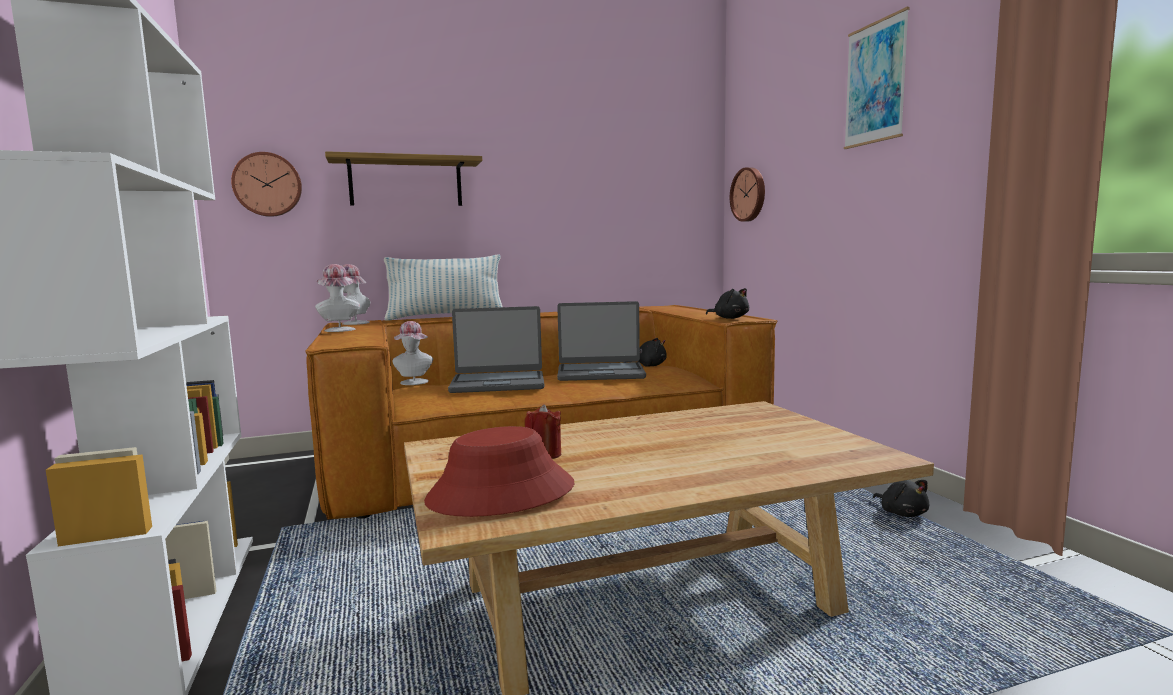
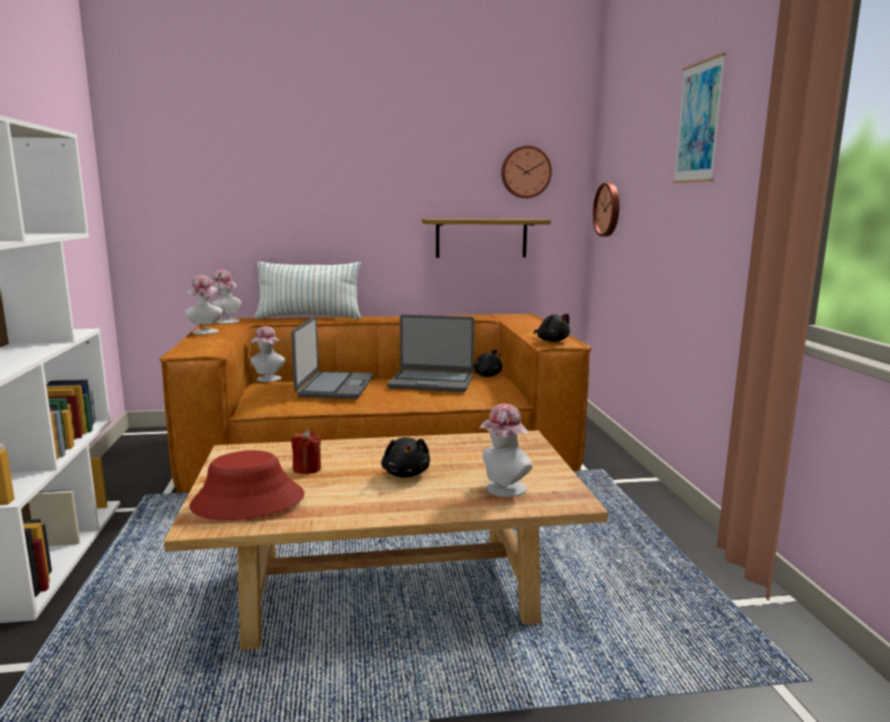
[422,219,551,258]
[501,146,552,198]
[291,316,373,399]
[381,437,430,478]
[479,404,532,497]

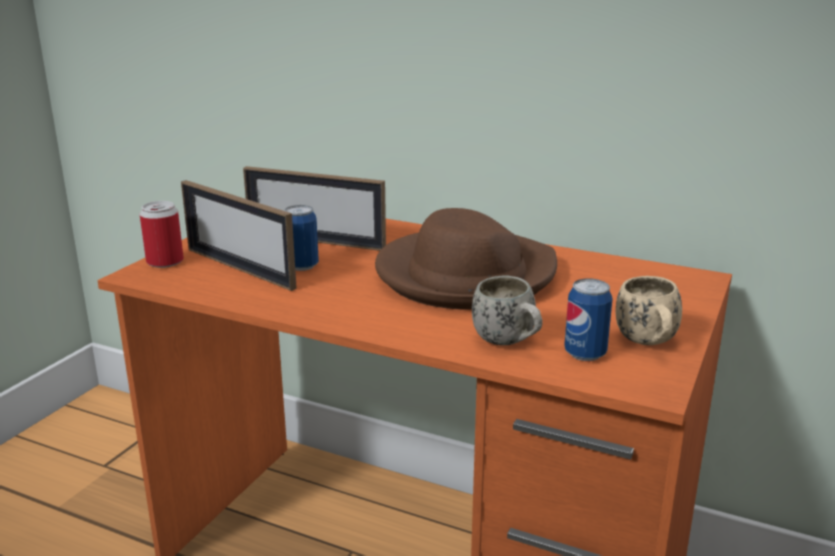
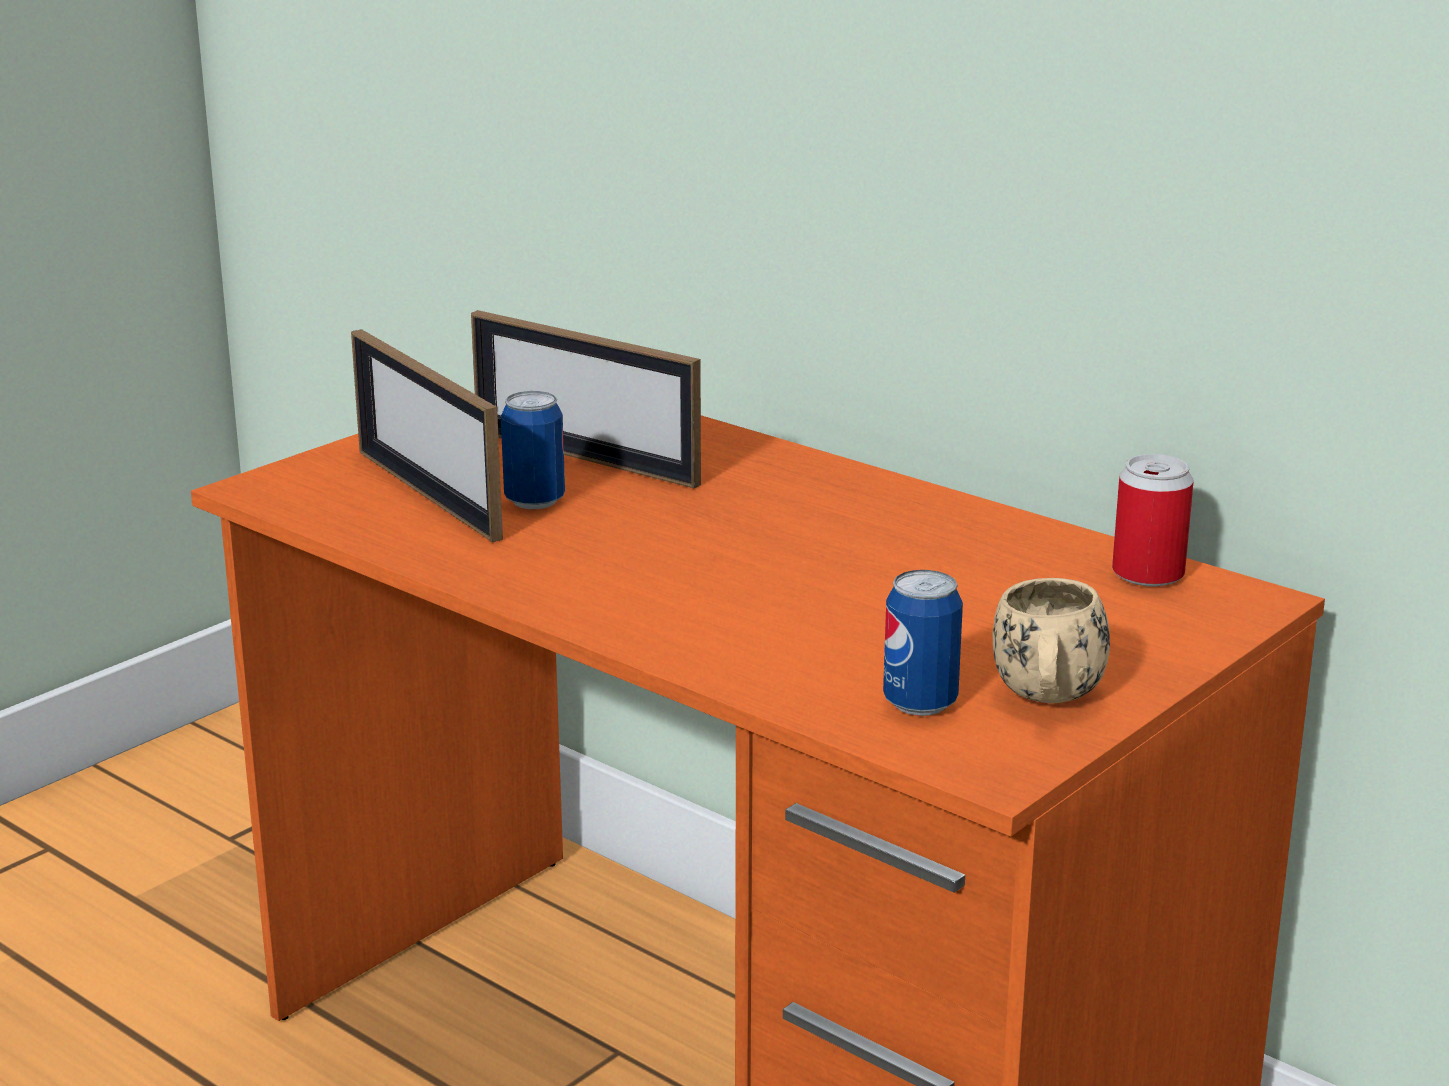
[1112,454,1194,586]
[375,208,557,310] (first image)
[472,276,543,345] (first image)

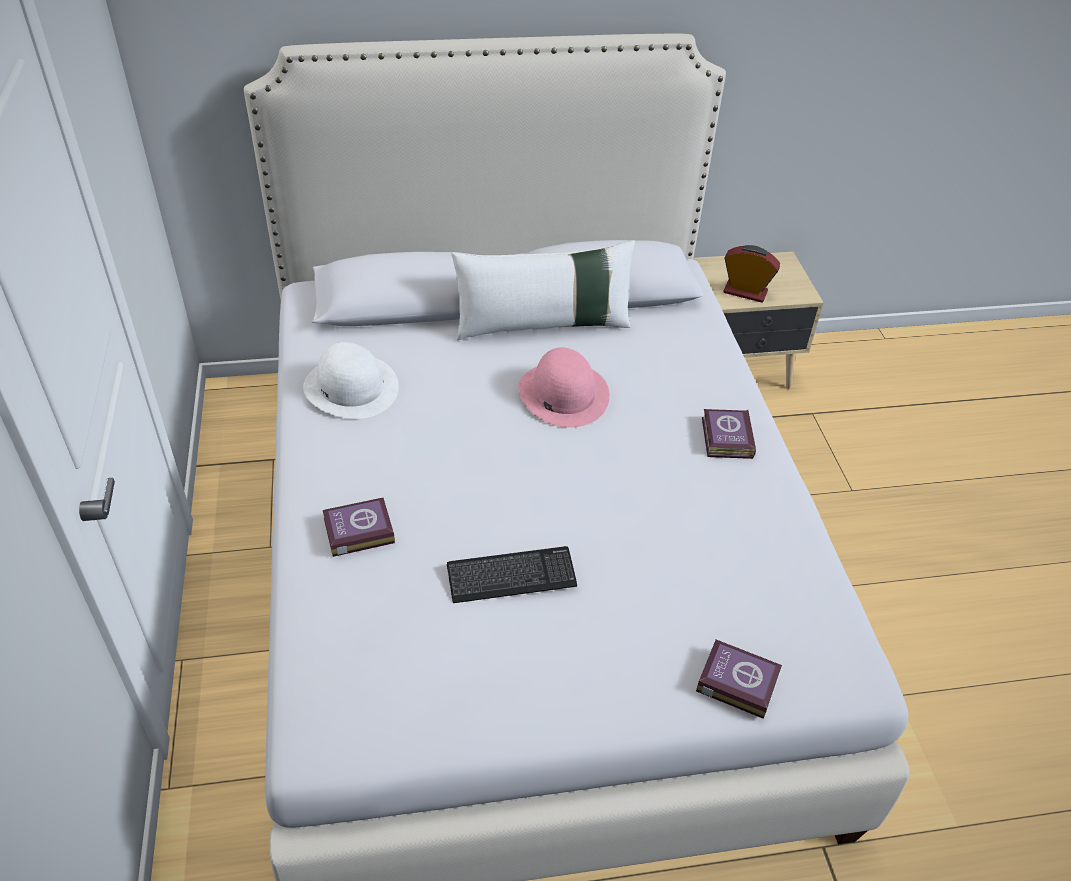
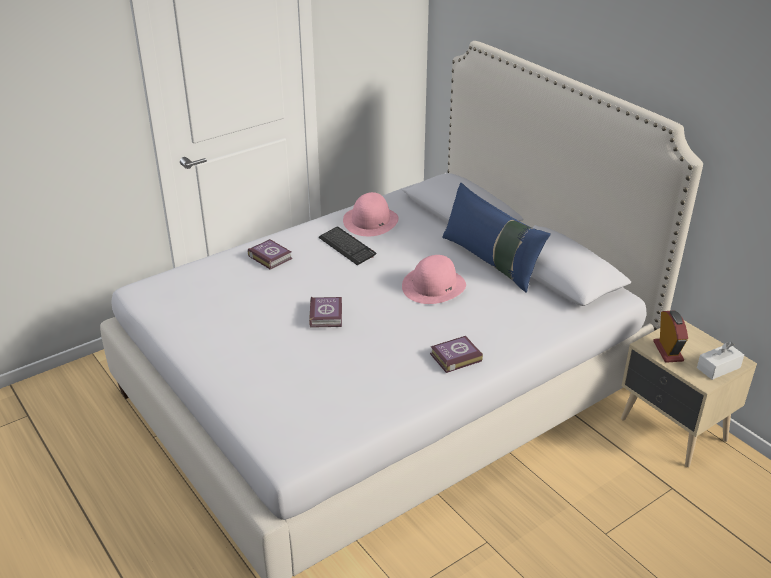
[442,183,551,293]
[343,192,399,236]
[319,226,376,265]
[309,297,342,328]
[697,342,744,380]

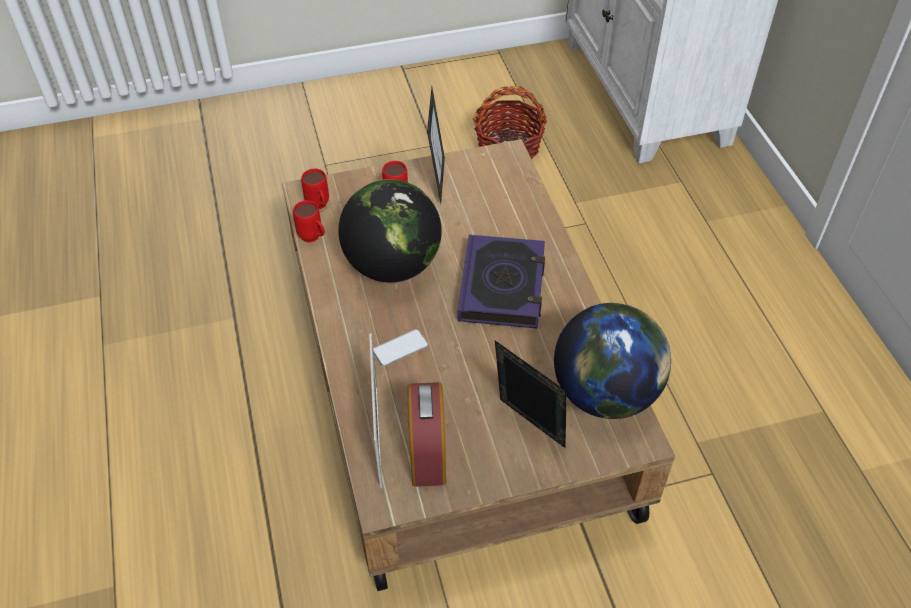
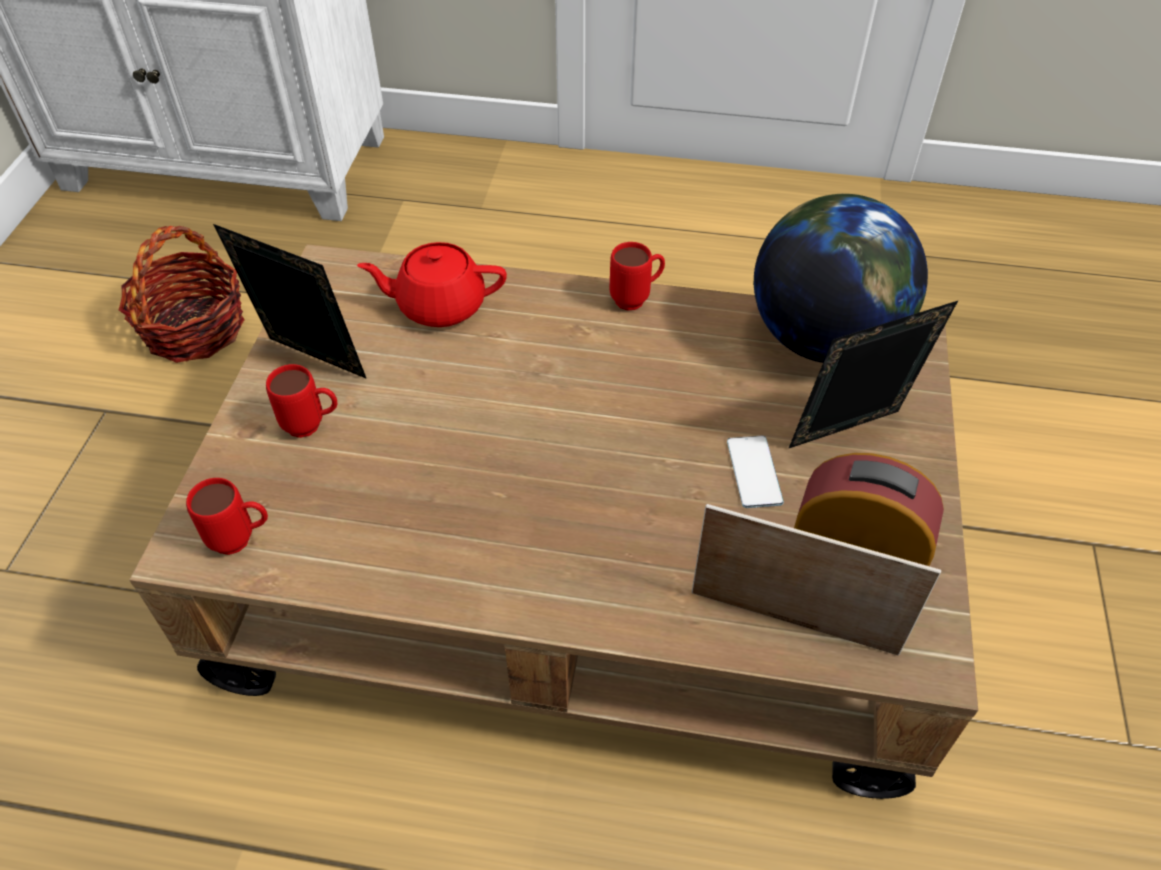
[339,179,442,282] (first image)
[610,242,665,310]
[458,235,545,329] (first image)
[727,436,784,508]
[357,242,507,327]

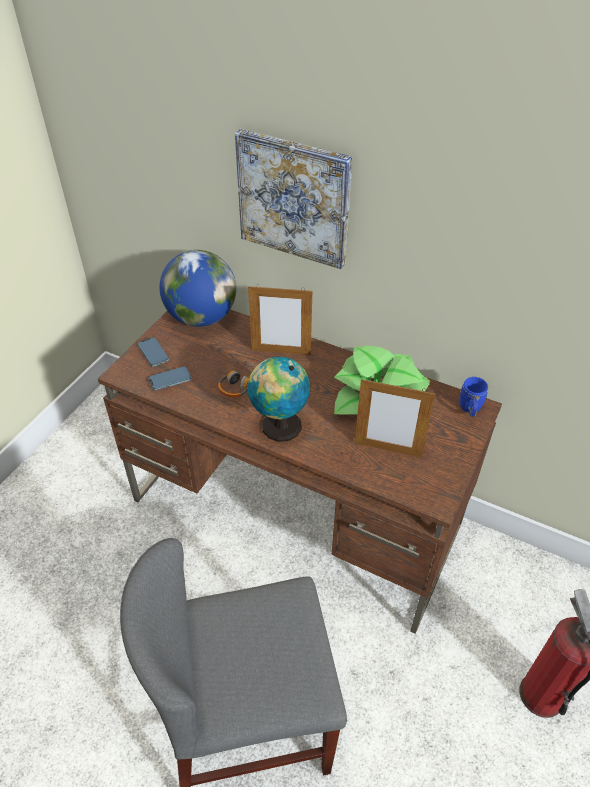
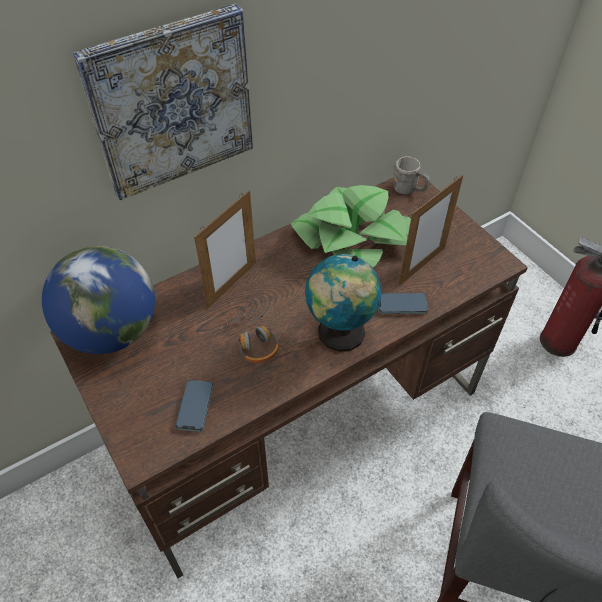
[378,293,428,314]
[393,156,430,194]

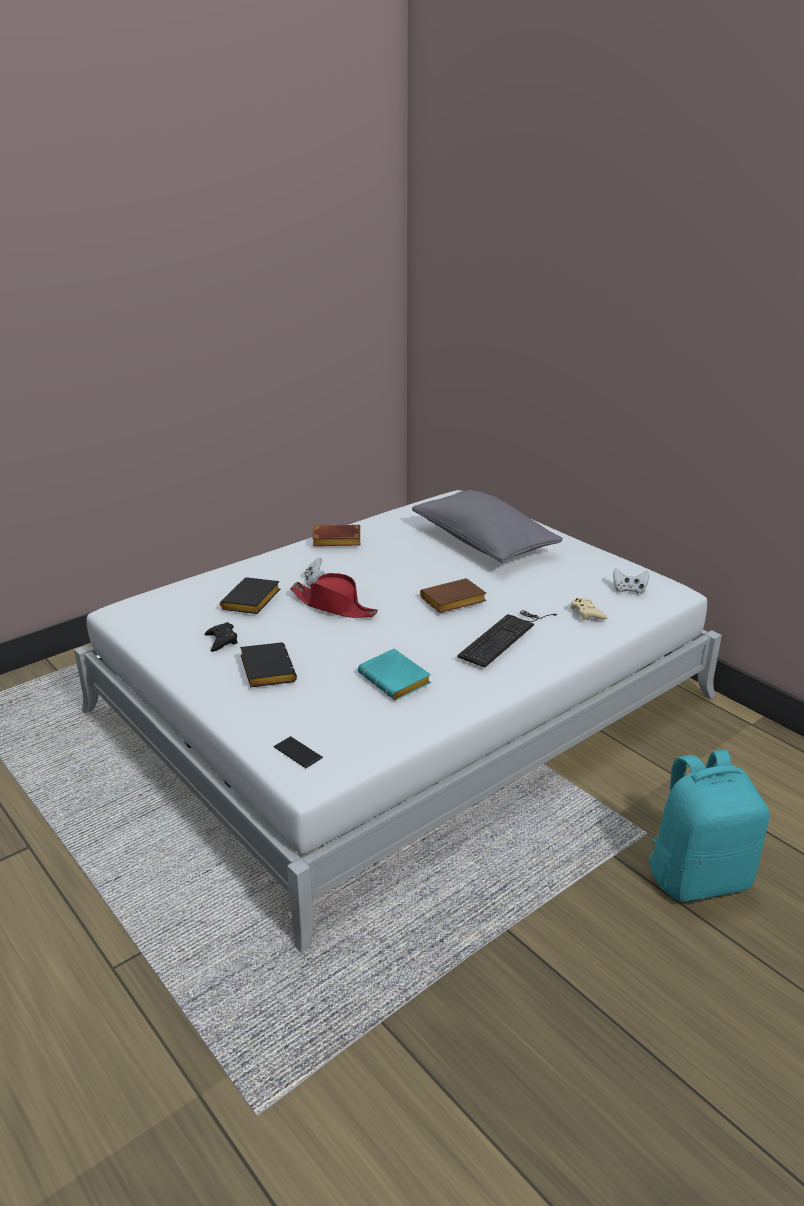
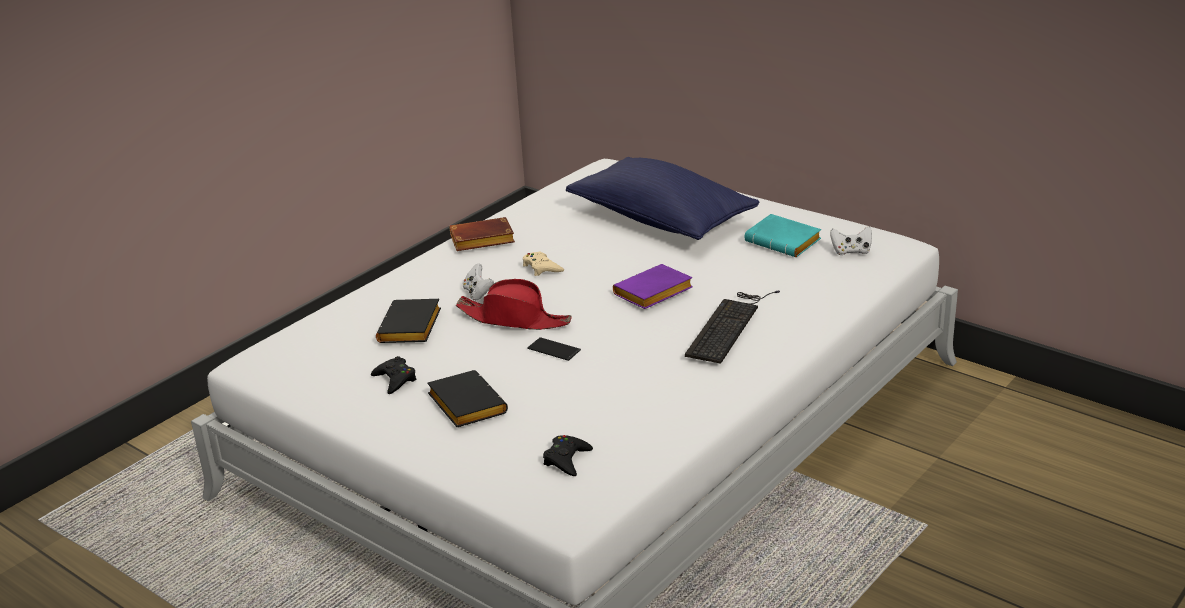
[566,157,760,240]
[613,264,693,309]
[523,252,564,276]
[744,214,821,257]
[527,337,581,361]
[649,750,770,902] (first image)
[543,435,593,476]

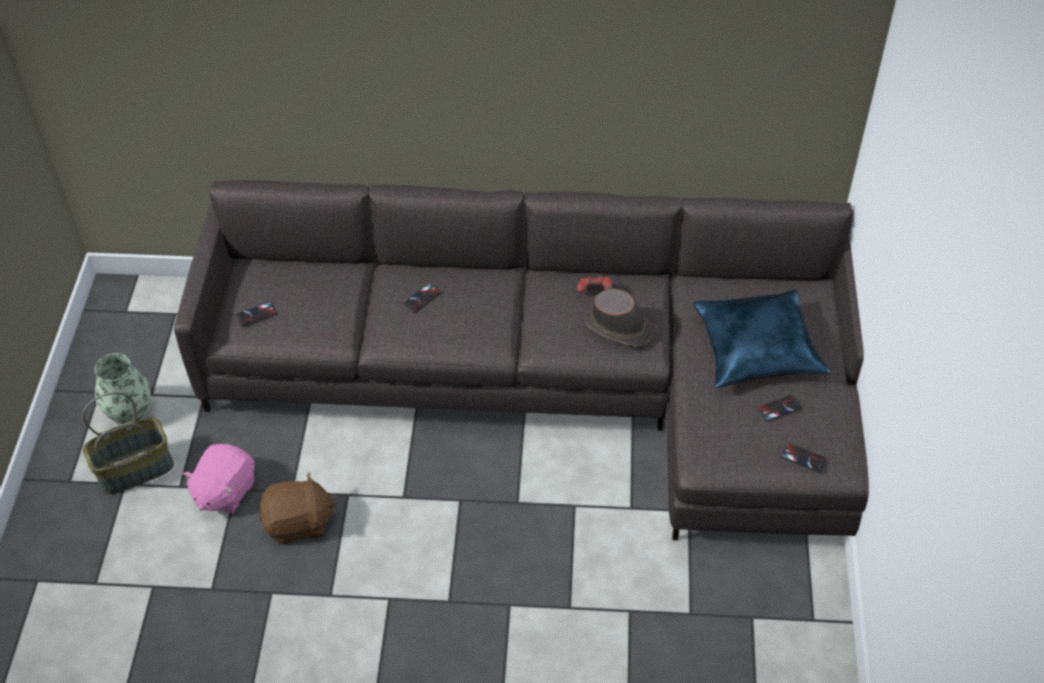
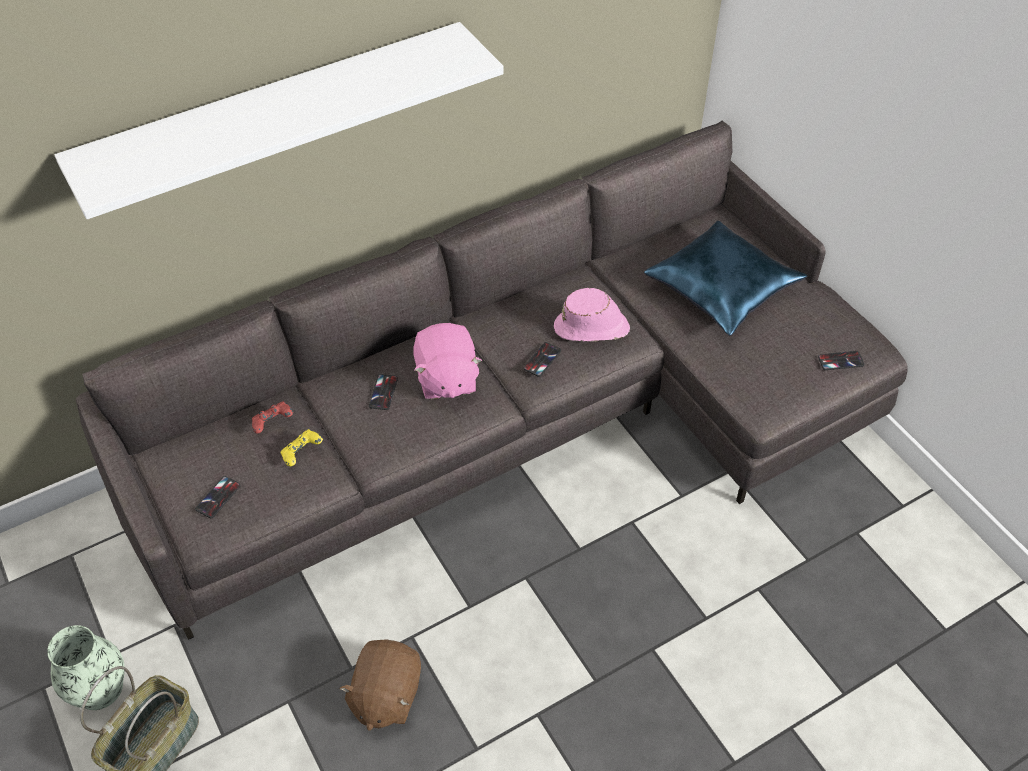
[252,401,293,434]
[554,288,630,342]
[523,342,561,377]
[413,323,482,399]
[340,639,421,731]
[54,22,504,219]
[281,429,323,467]

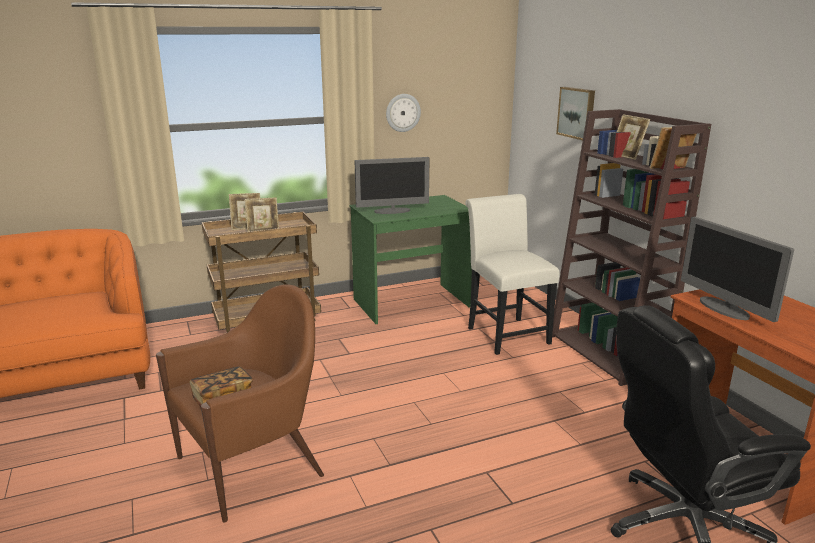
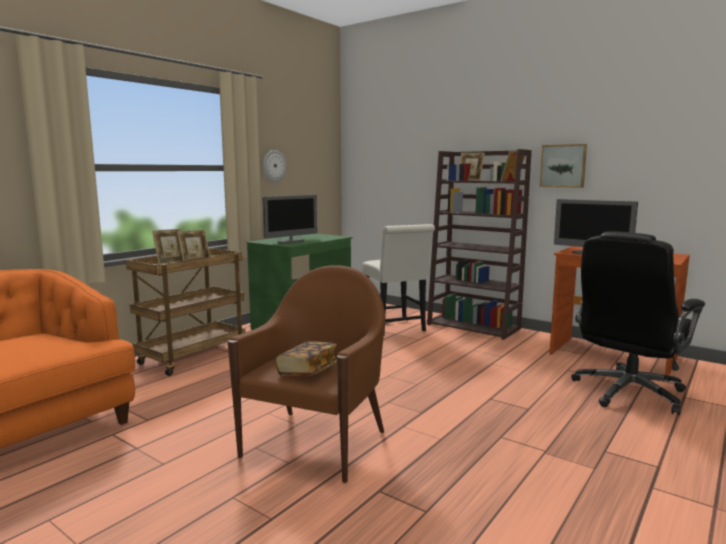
[540,144,587,188]
[362,224,435,336]

